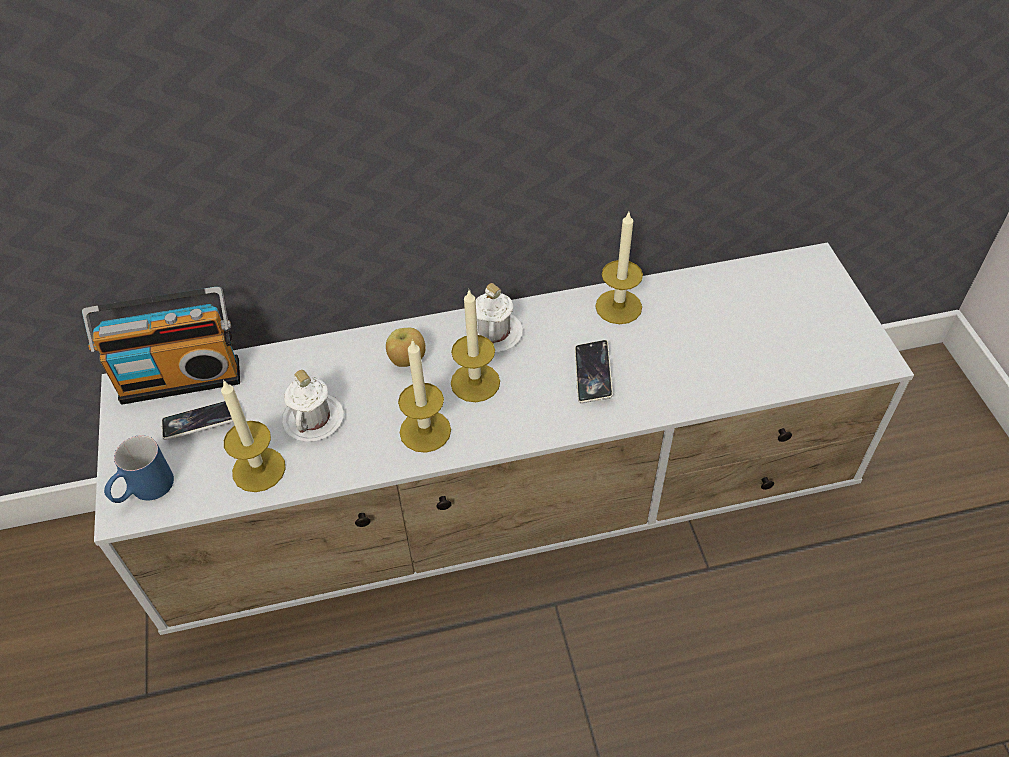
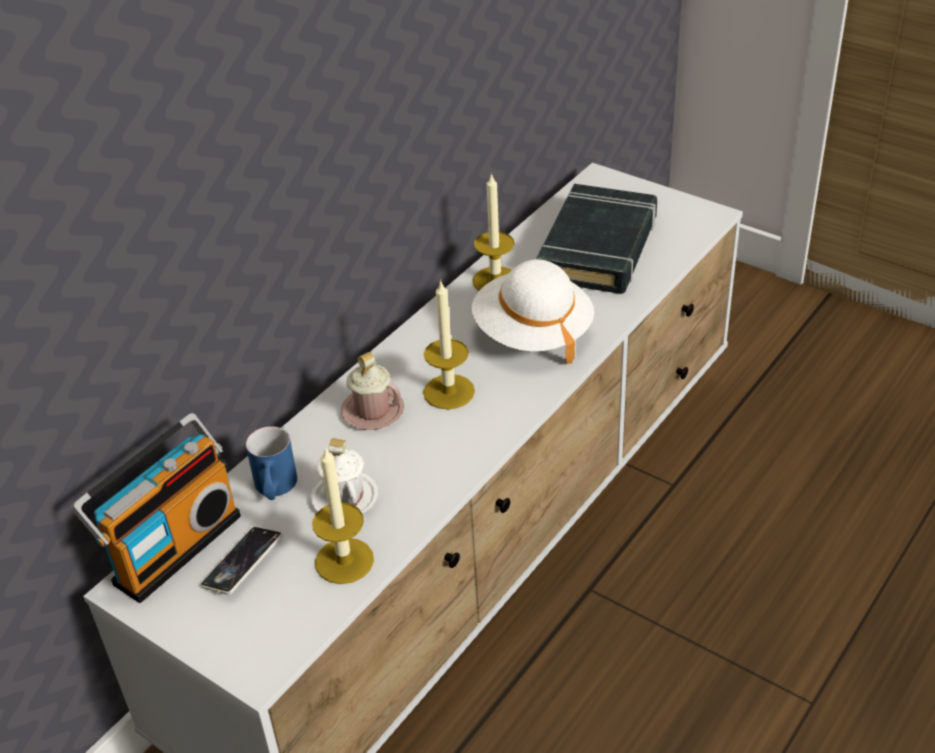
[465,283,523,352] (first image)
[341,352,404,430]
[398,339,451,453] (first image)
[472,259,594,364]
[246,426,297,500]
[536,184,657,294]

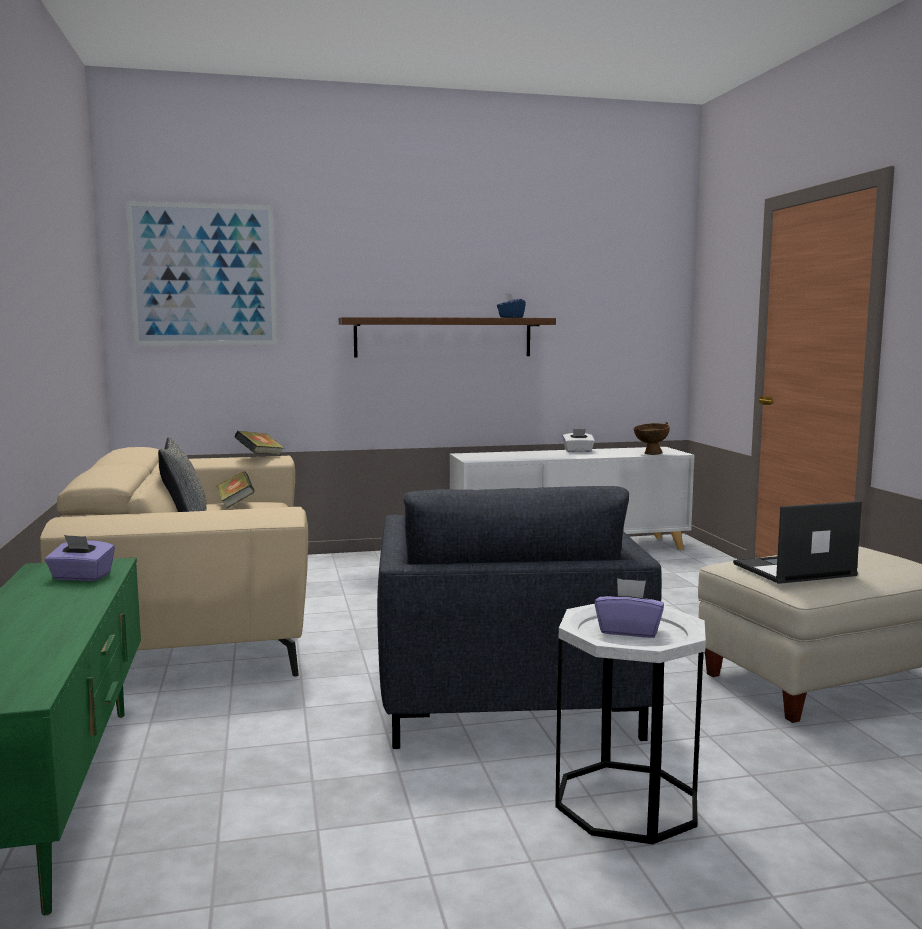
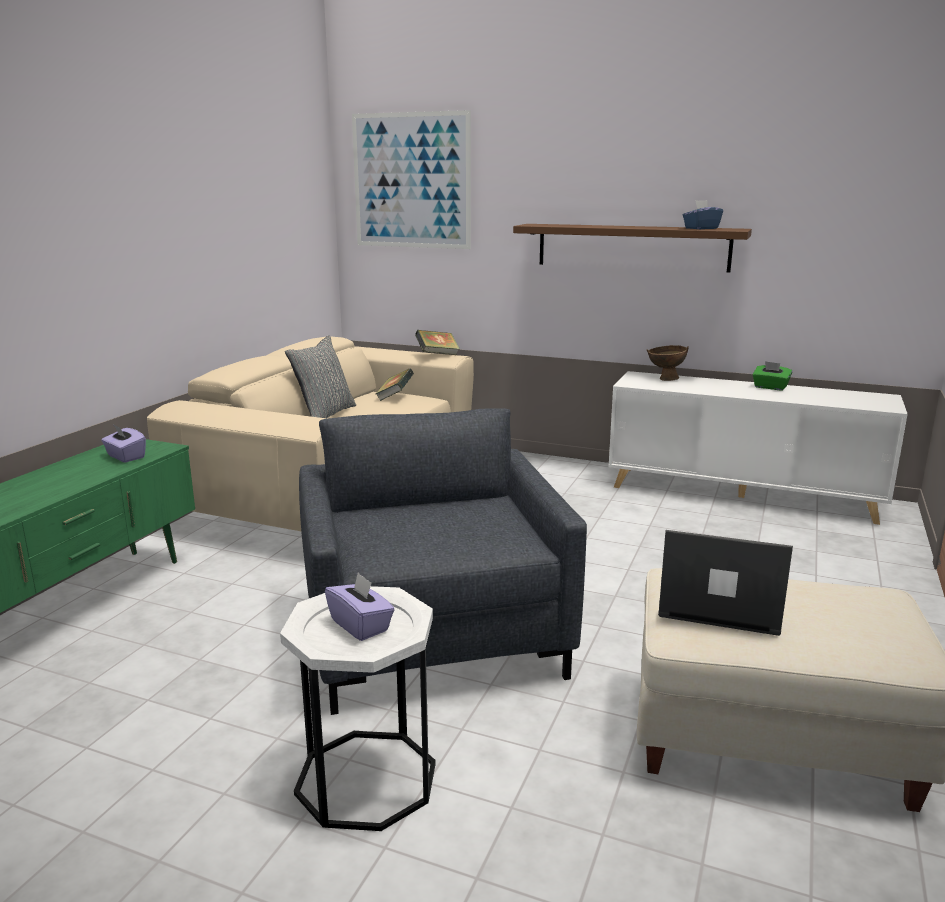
[647,345,689,381]
[753,361,792,391]
[299,408,587,715]

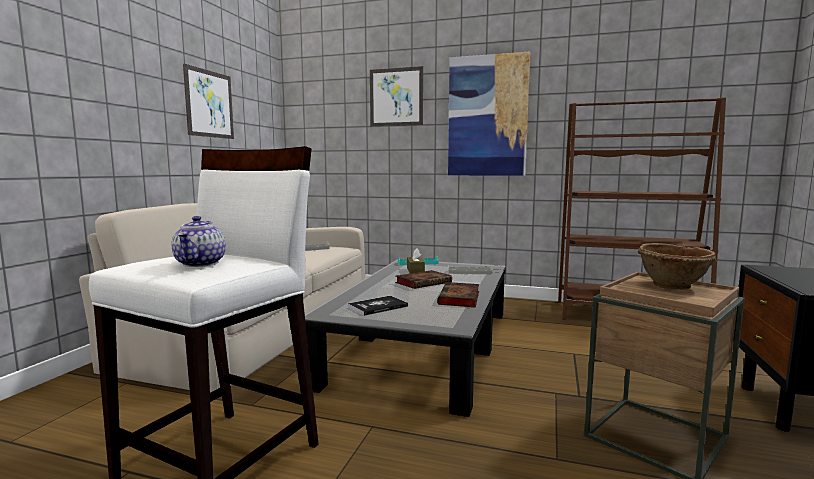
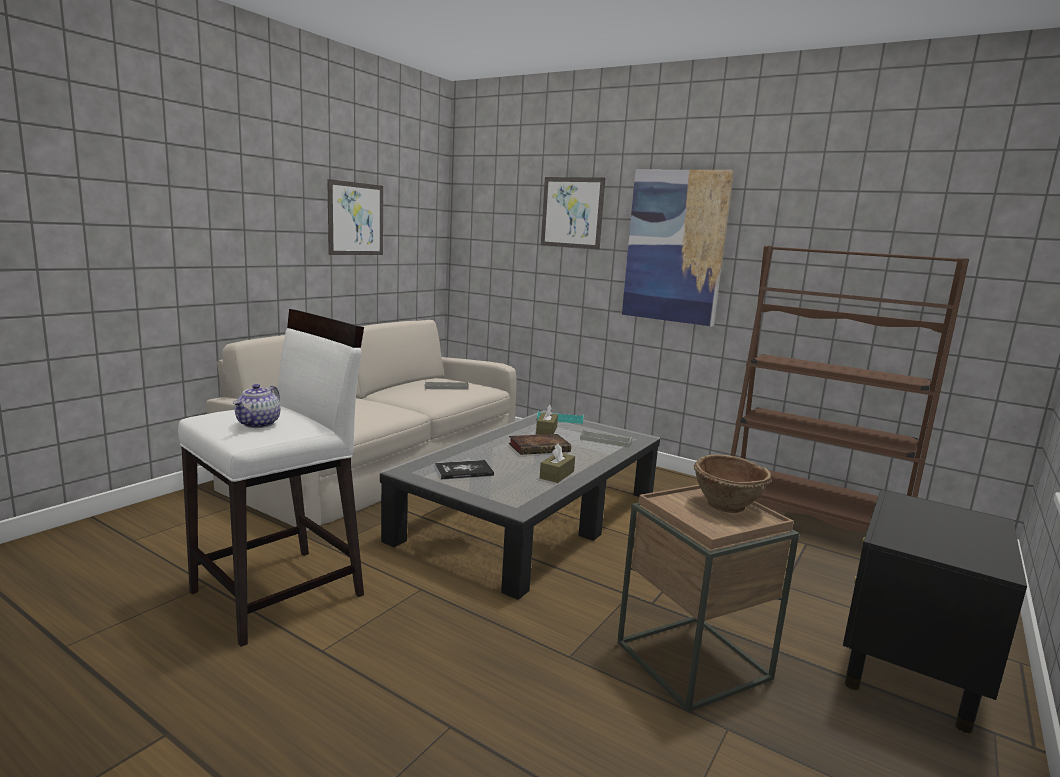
[540,444,575,483]

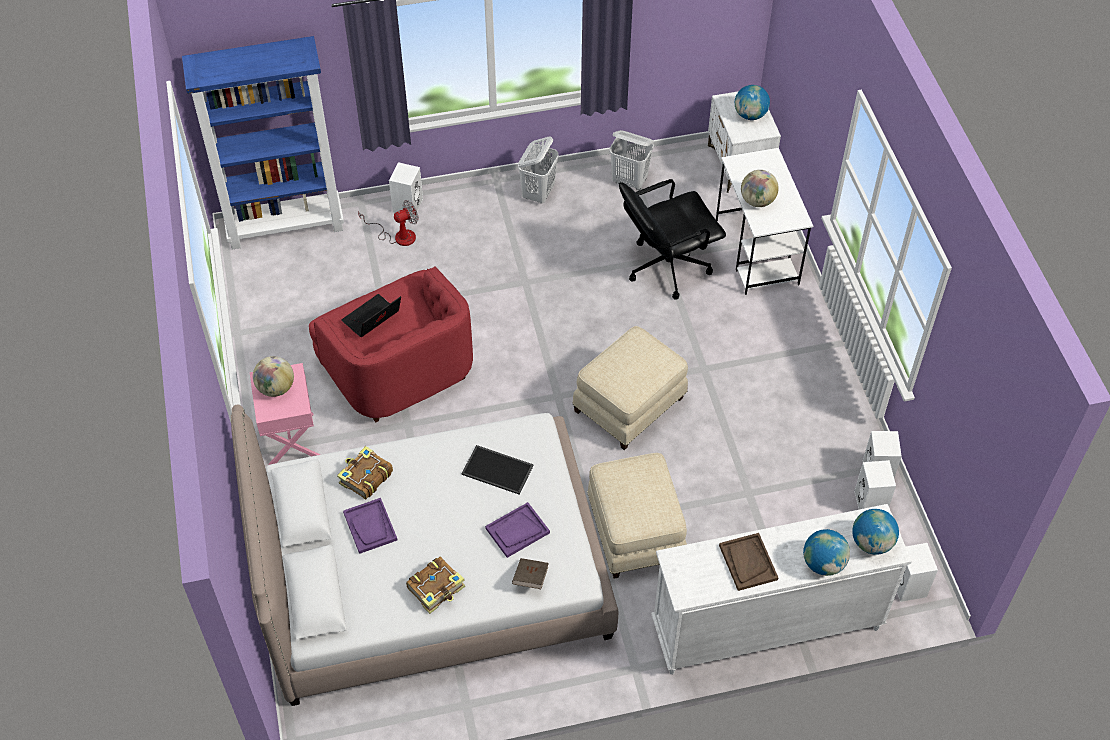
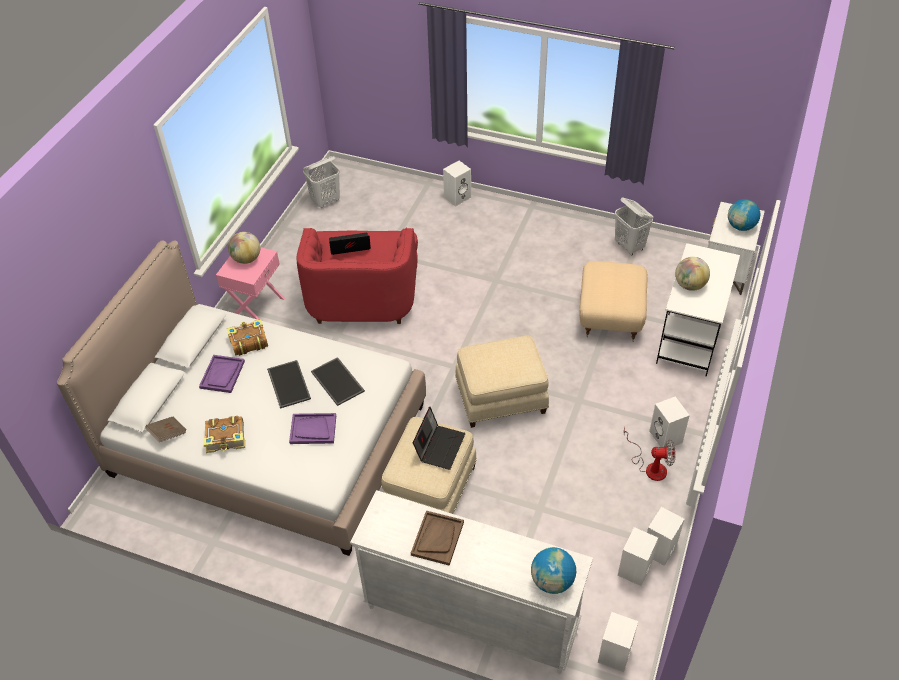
[182,36,344,249] (first image)
[303,156,340,208]
[579,261,647,342]
[624,427,676,481]
[803,529,850,576] (first image)
[146,417,187,442]
[267,360,311,409]
[649,397,690,447]
[413,407,465,470]

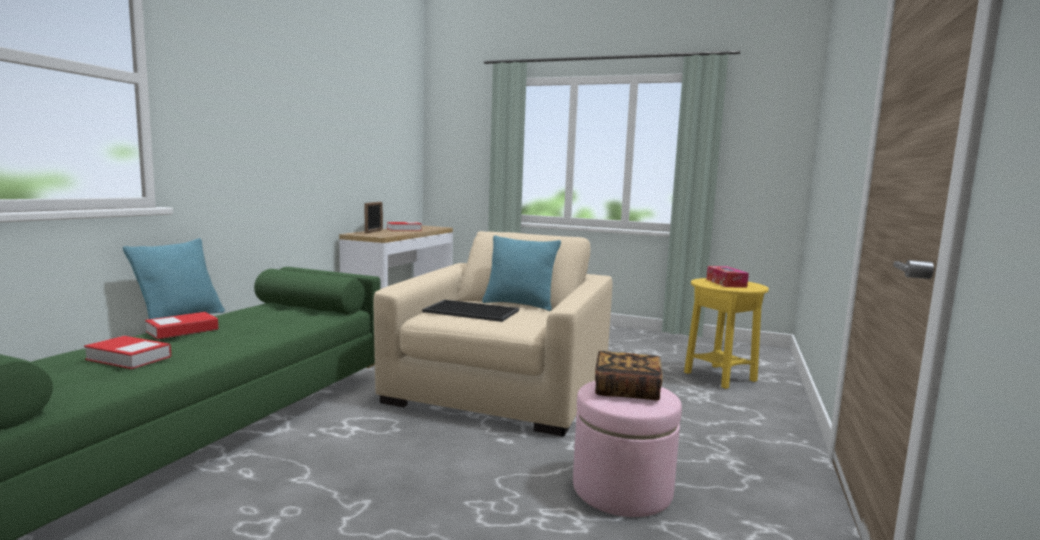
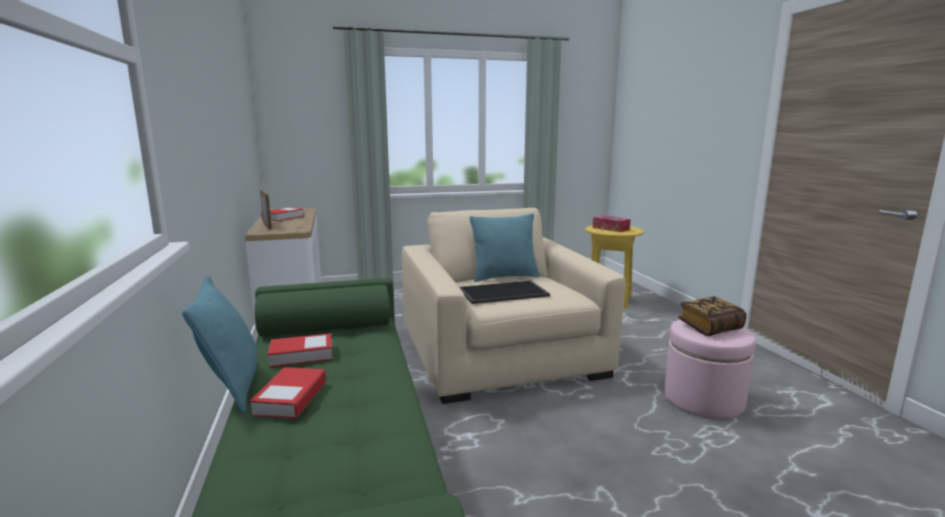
[267,333,333,367]

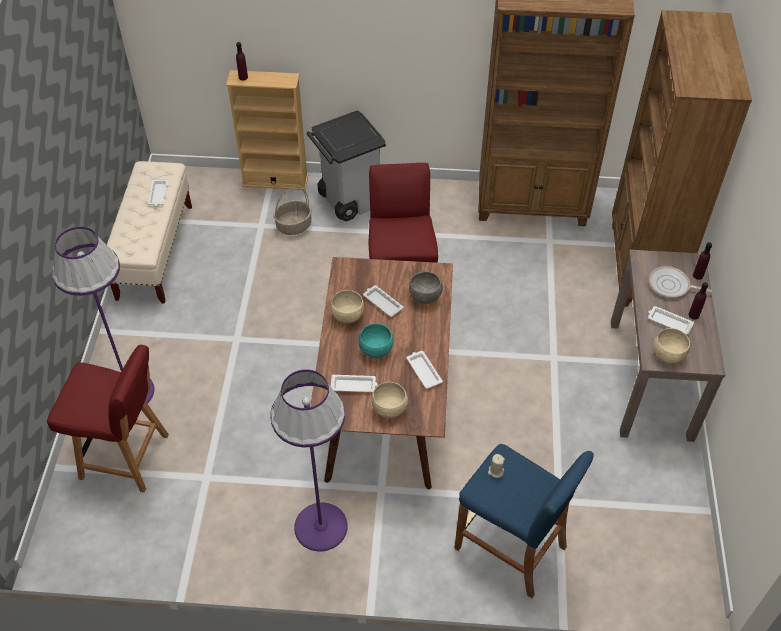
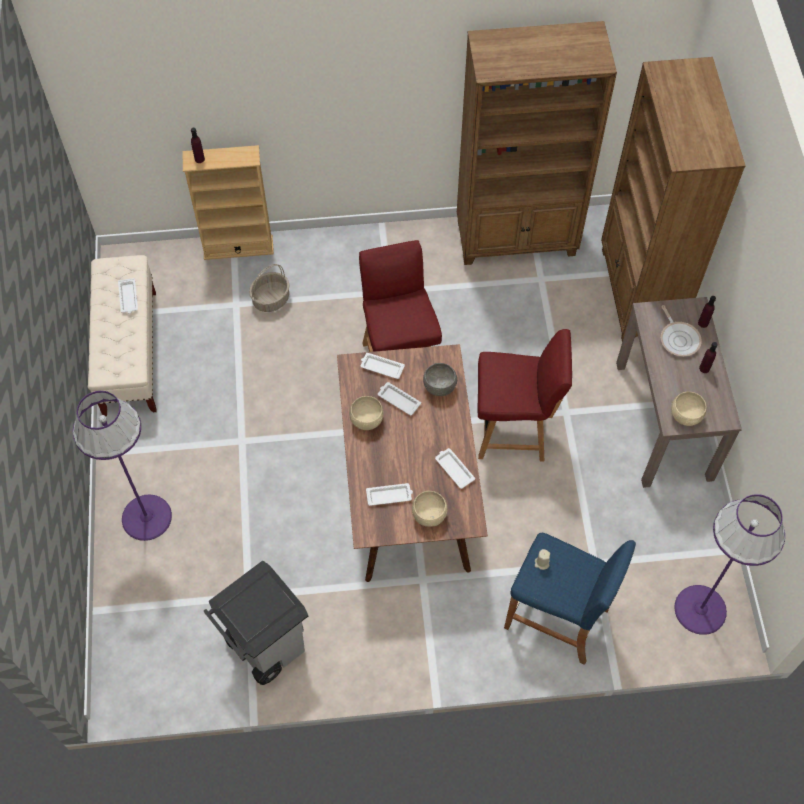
[204,561,308,685]
[661,305,702,356]
[361,353,405,379]
[359,324,393,358] (first image)
[478,329,572,461]
[674,494,785,635]

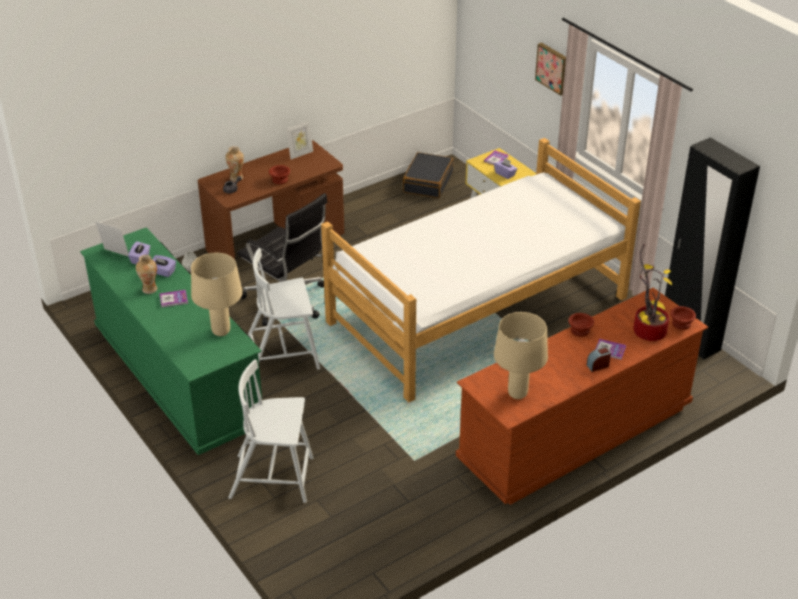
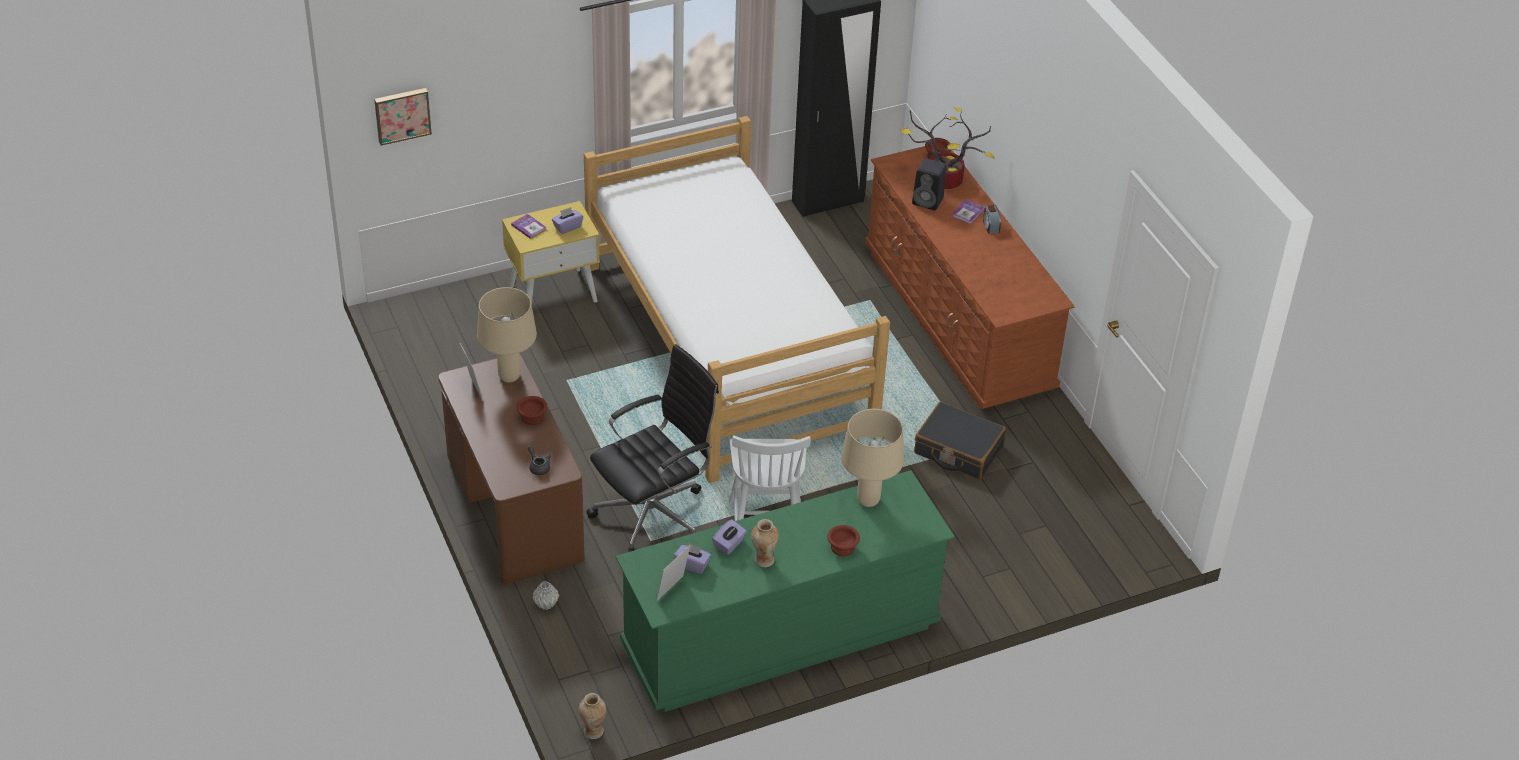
[374,88,432,146]
[579,693,606,739]
[914,402,1006,480]
[159,290,188,307] (first image)
[477,287,537,382]
[827,525,860,556]
[228,359,313,503] (first image)
[912,158,946,211]

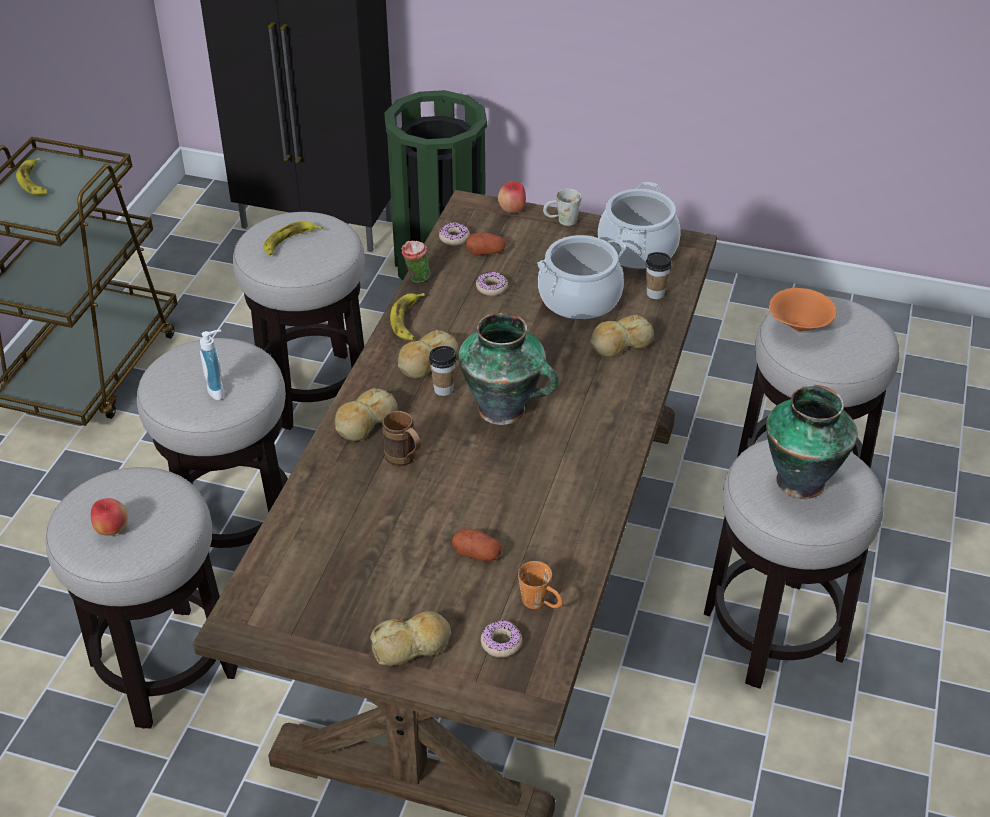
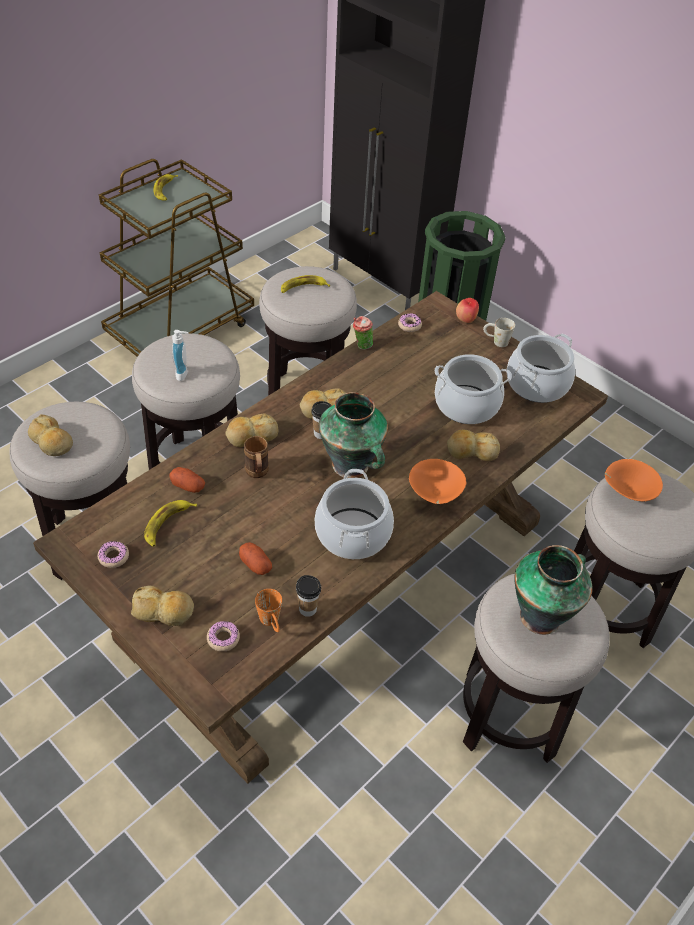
[169,467,205,493]
[296,575,321,617]
[98,541,129,568]
[144,500,197,547]
[28,414,73,456]
[409,459,466,504]
[315,469,394,559]

